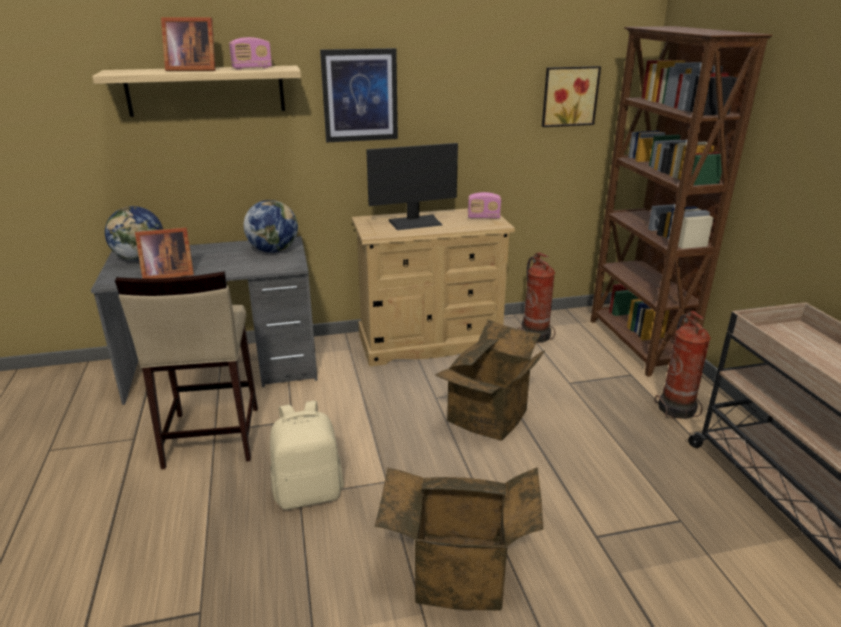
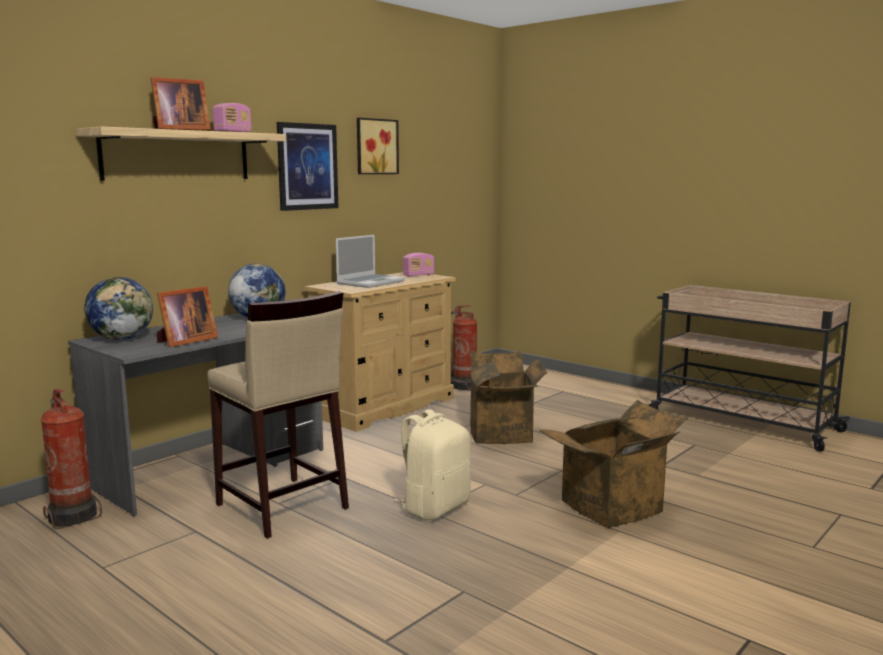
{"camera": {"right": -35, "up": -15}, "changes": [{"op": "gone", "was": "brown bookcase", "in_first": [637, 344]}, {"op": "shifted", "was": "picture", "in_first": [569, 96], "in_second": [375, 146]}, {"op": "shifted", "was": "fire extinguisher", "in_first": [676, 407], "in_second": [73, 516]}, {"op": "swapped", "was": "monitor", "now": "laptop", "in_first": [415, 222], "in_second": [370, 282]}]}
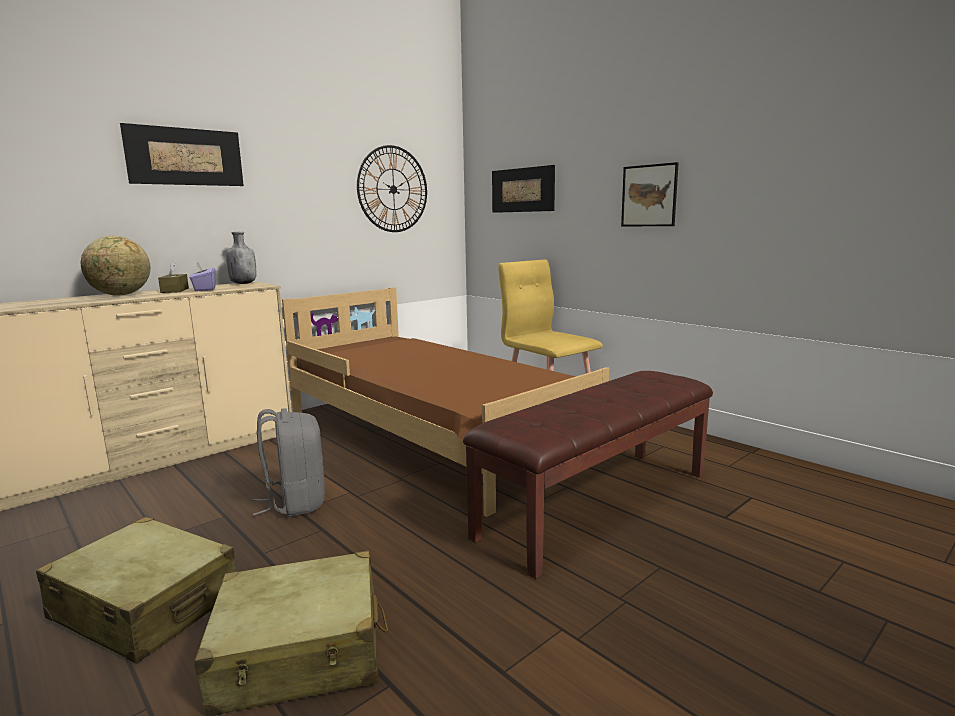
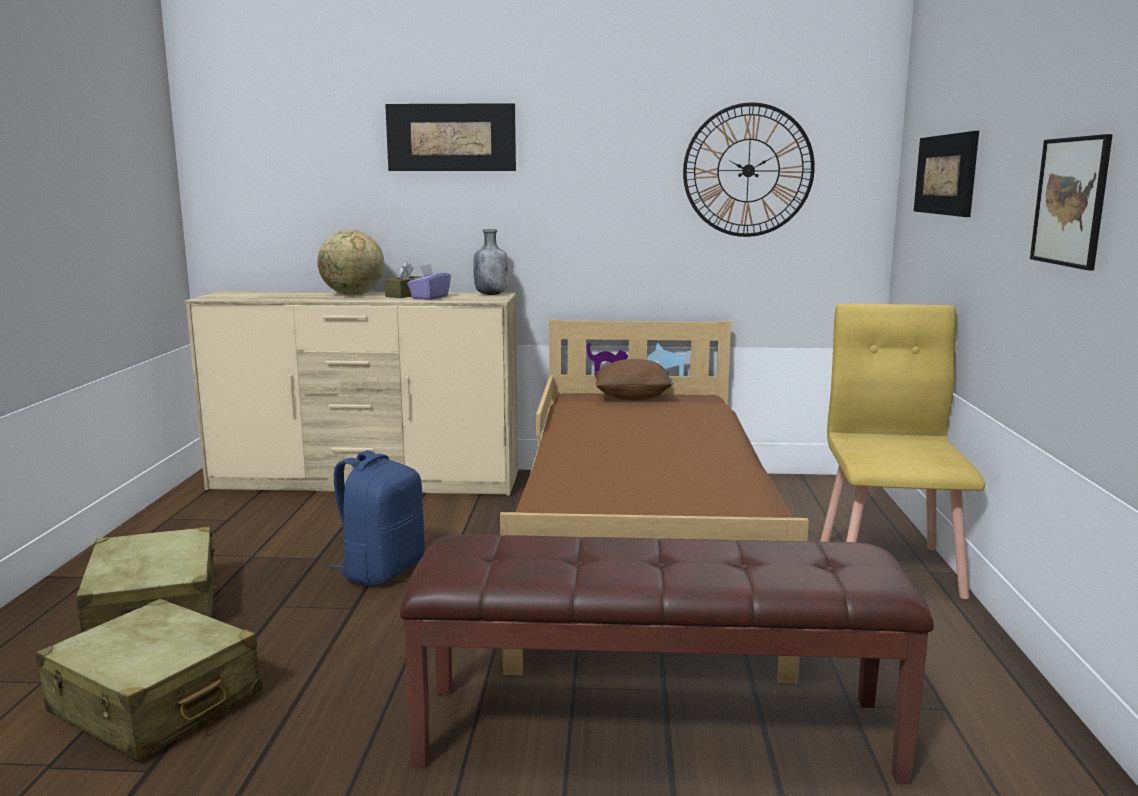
{"camera": {"right": 45, "up": 0}, "changes": [{"op": "new", "now": "brown pillow", "in_second": [633, 398]}, {"op": "repainted", "was": "grey backpack", "now": "blue backpack", "in_first": [295, 503], "in_second": [381, 571]}]}
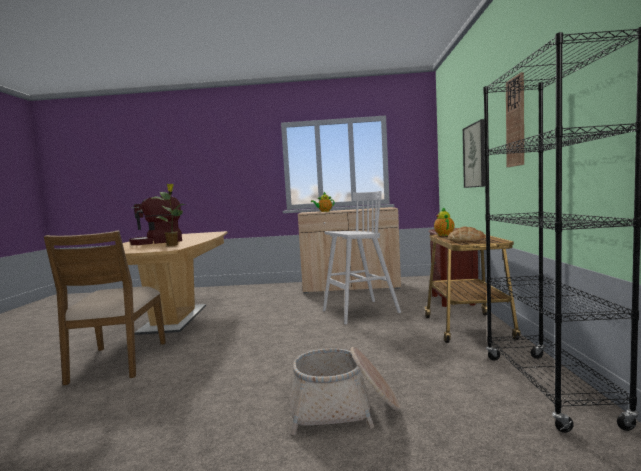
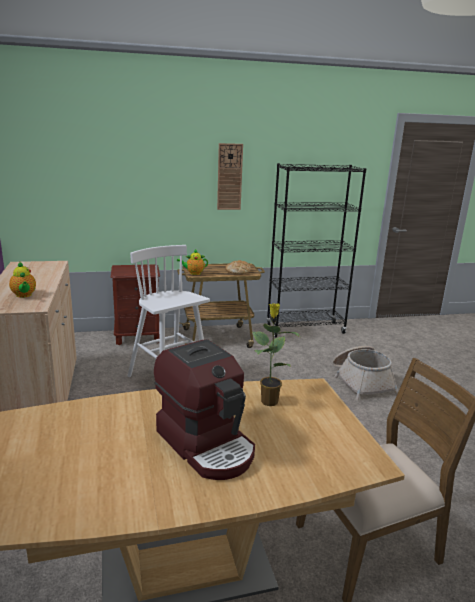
{"camera": {"right": -105, "up": 15}, "changes": [{"op": "gone", "was": "picture", "in_first": [475, 155]}]}
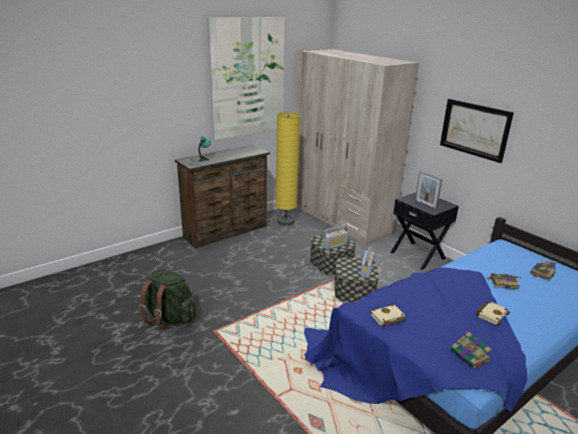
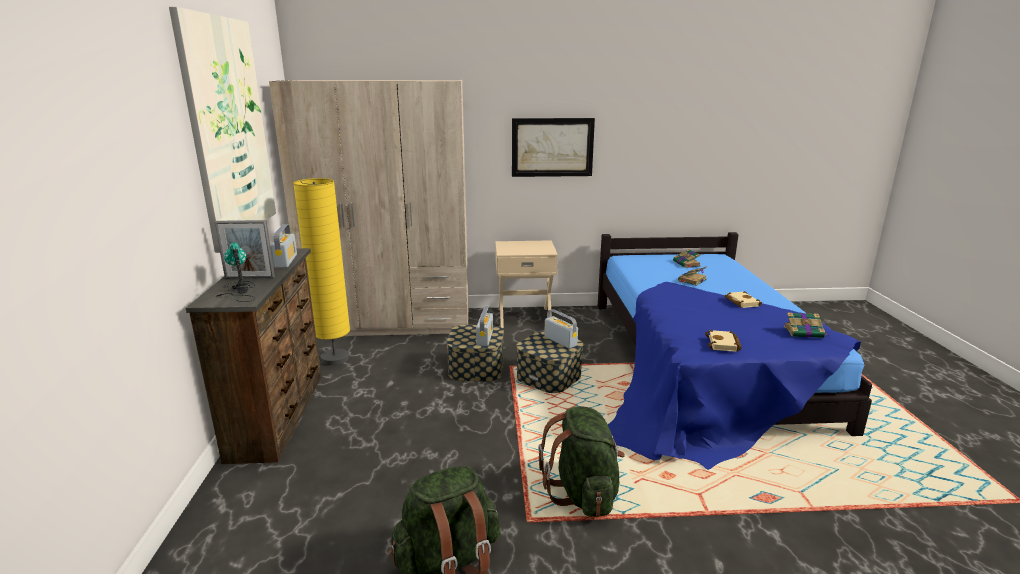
{"camera": {"right": -55, "up": -5}, "changes": [{"op": "new", "now": "radio", "in_second": [285, 261]}, {"op": "new", "now": "green backpack", "in_second": [583, 493]}, {"op": "shifted", "was": "picture frame", "in_first": [425, 204], "in_second": [250, 278]}, {"op": "repainted", "was": "black nightstand", "now": "beige nightstand", "in_first": [418, 255], "in_second": [524, 317]}]}
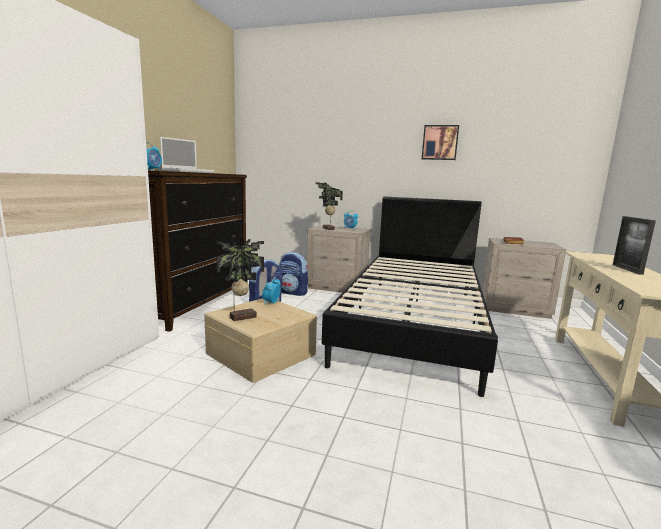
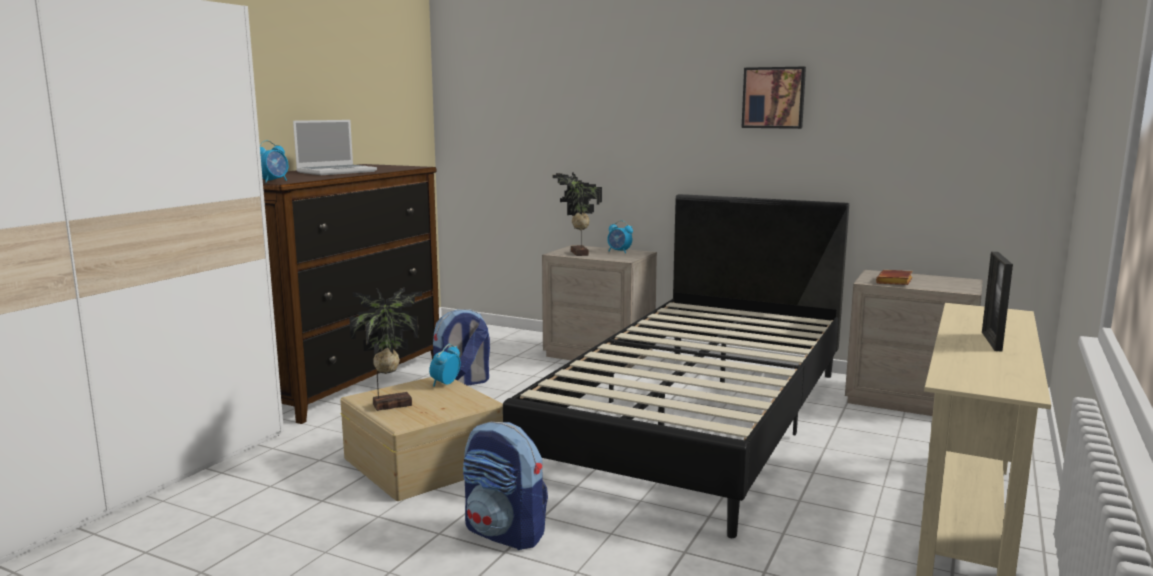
{"camera": {"right": 10, "up": 0}, "changes": [{"op": "shifted", "was": "backpack", "in_first": [293, 292], "in_second": [505, 533]}]}
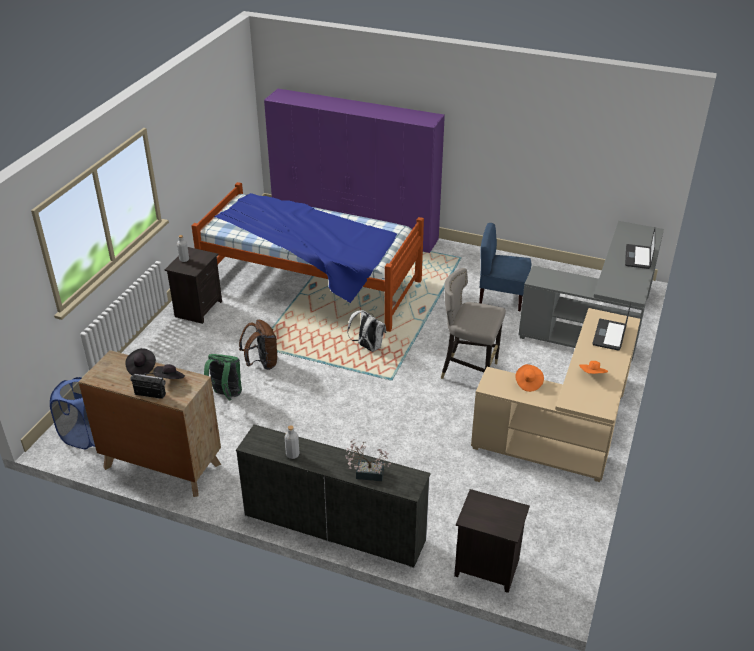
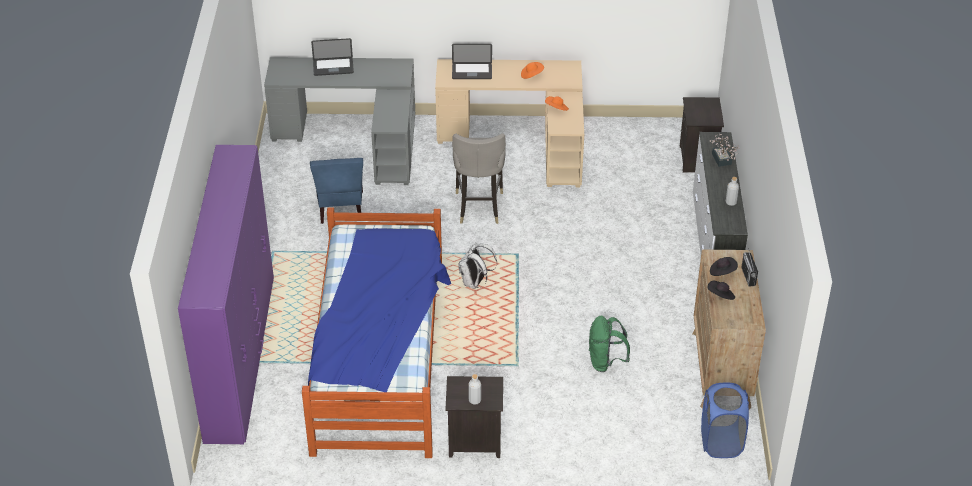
{"camera": {"right": -110, "up": 5}, "changes": [{"op": "gone", "was": "brown backpack", "in_first": [262, 363]}]}
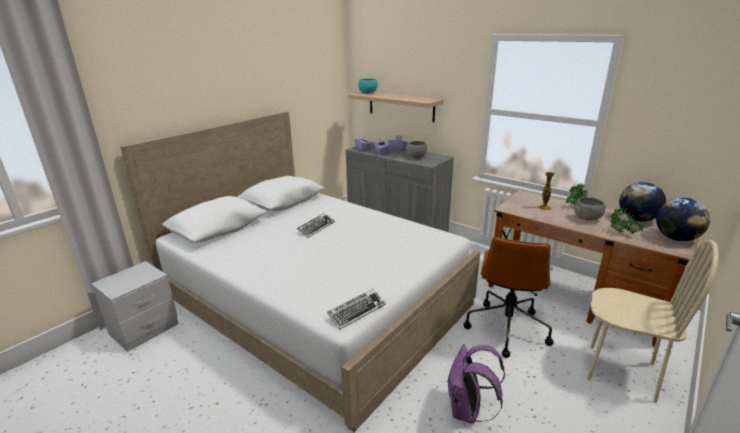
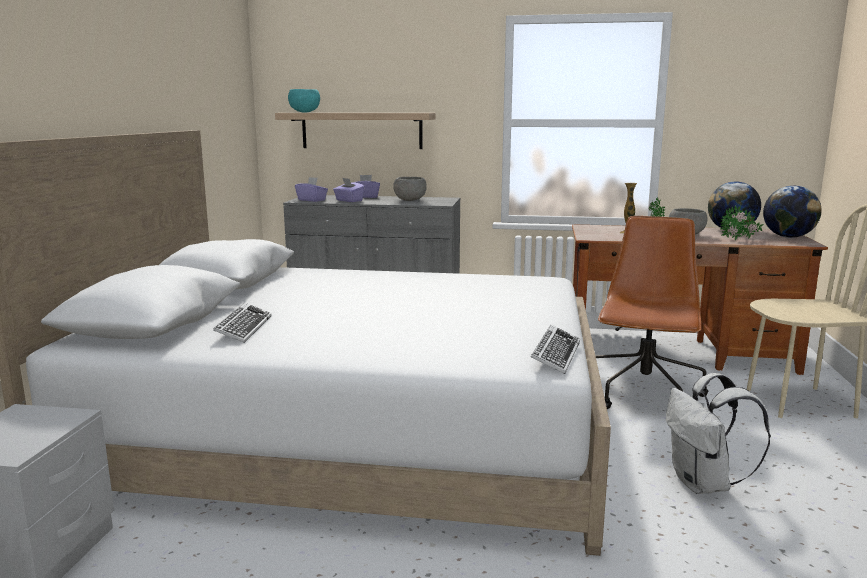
{"camera": {"right": -30, "up": -10}, "changes": [{"op": "shifted", "was": "keyboard", "in_first": [316, 227], "in_second": [243, 328]}, {"op": "repainted", "was": "purple backpack", "now": "white backpack", "in_first": [468, 411], "in_second": [704, 484]}, {"op": "rotated", "was": "brown office chair", "in_first": [506, 328], "in_second": [644, 395], "clockwise": -150}]}
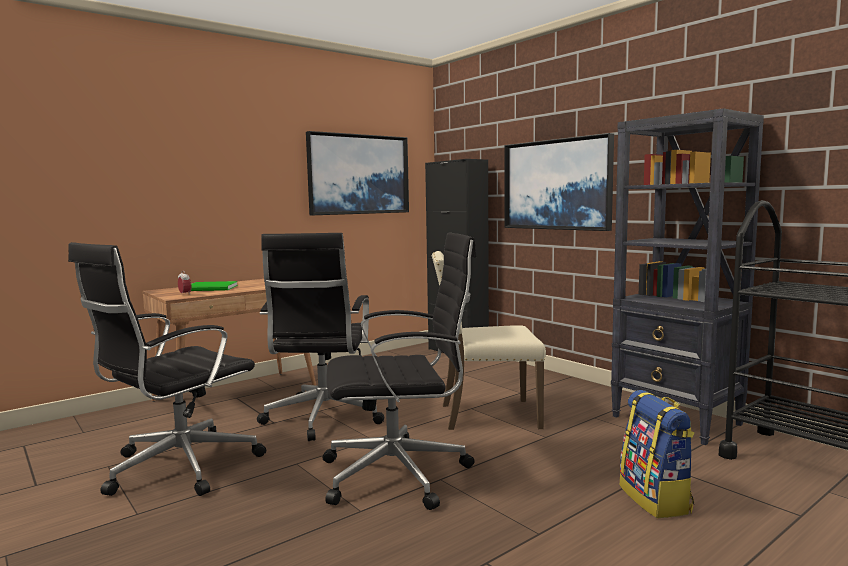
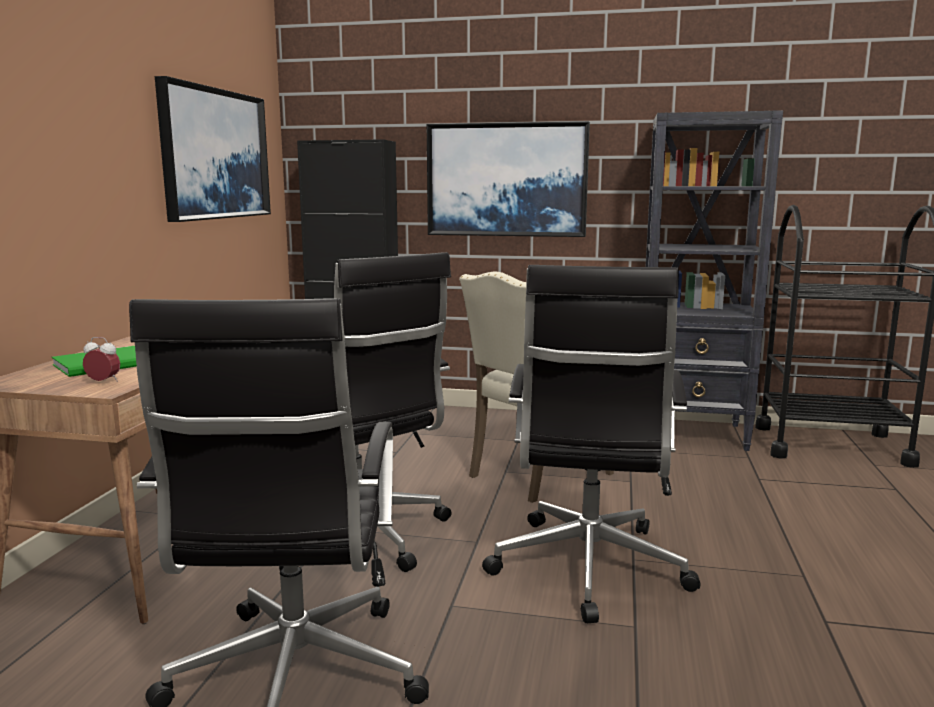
{"camera": {"right": -40, "up": 5}, "changes": [{"op": "gone", "was": "backpack", "in_first": [656, 499]}, {"op": "rotated", "was": "black office chair", "in_first": [400, 474], "in_second": [587, 569], "clockwise": 150}]}
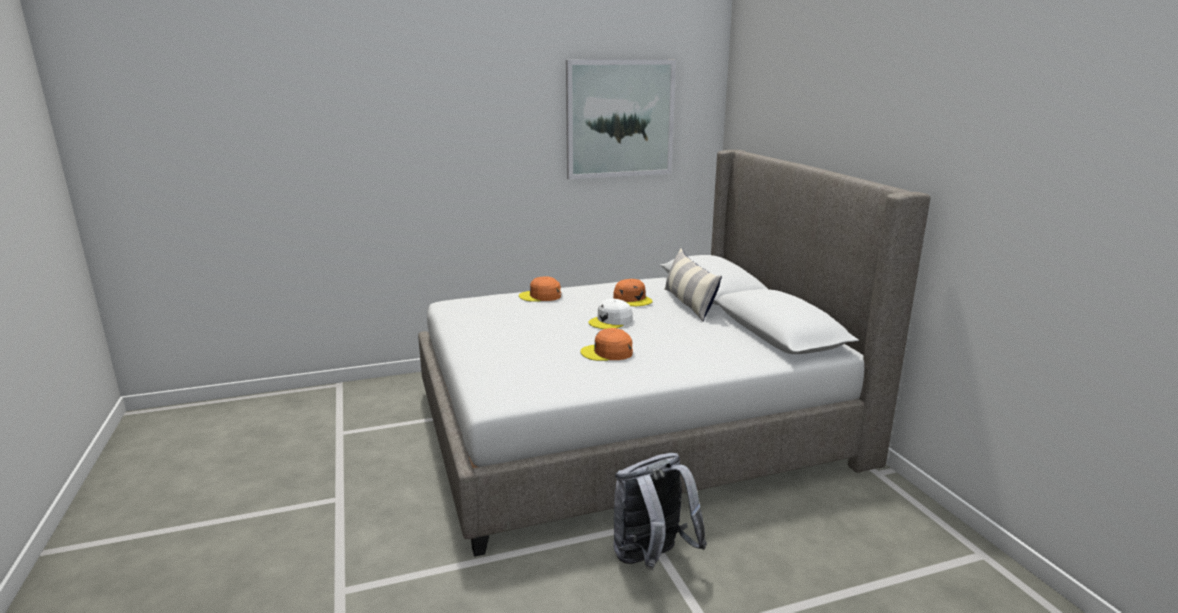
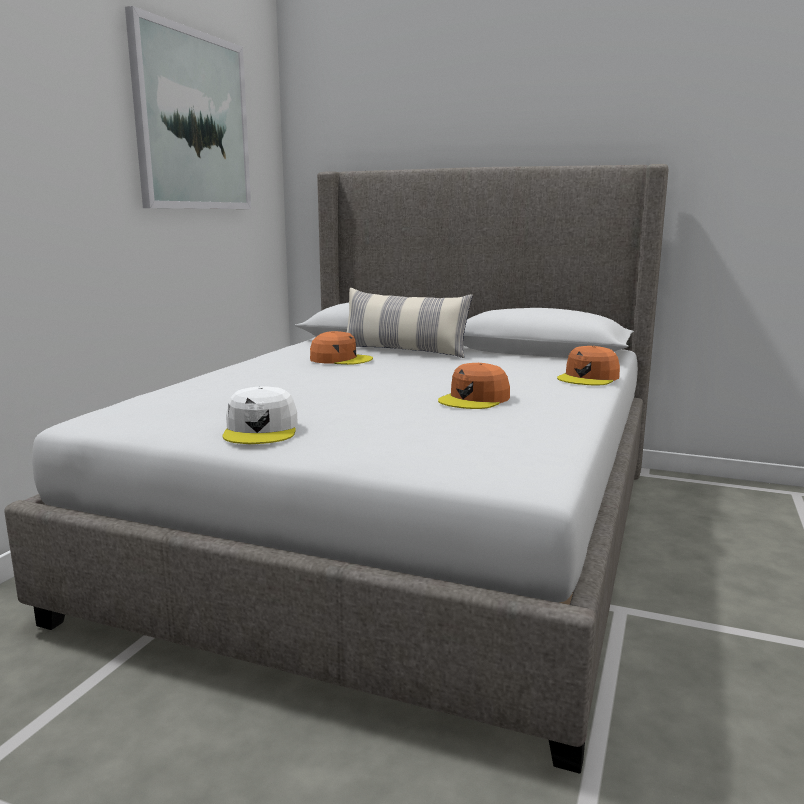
{"camera": {"right": -50, "up": -5}, "changes": [{"op": "gone", "was": "grey backpack", "in_first": [652, 559]}, {"op": "shifted", "was": "orange cap", "in_first": [540, 296], "in_second": [589, 378]}, {"op": "shifted", "was": "white cap", "in_first": [611, 321], "in_second": [261, 430]}]}
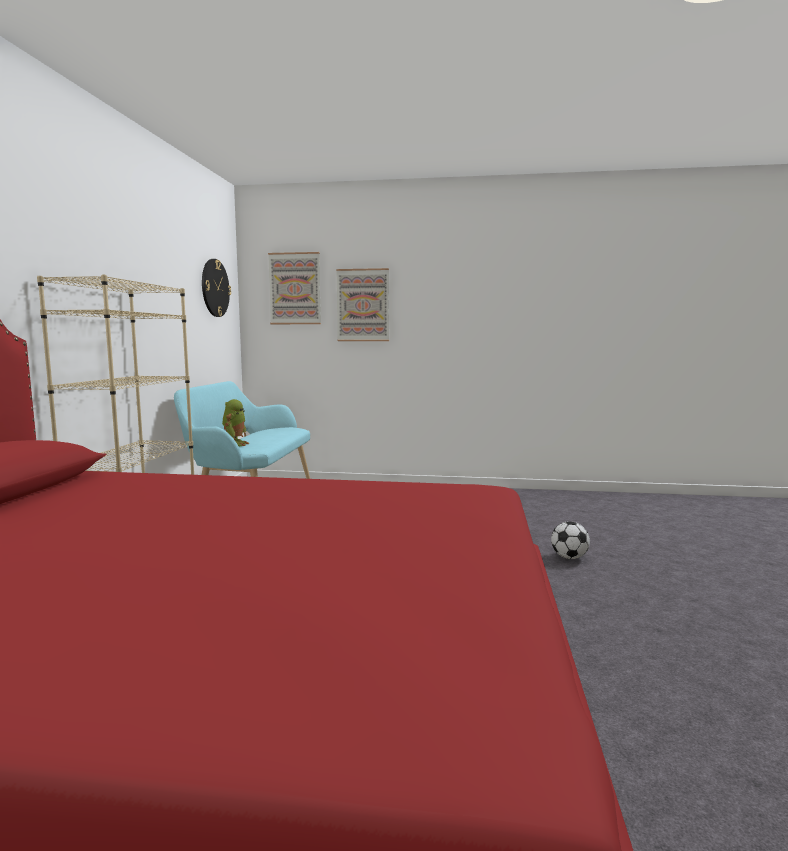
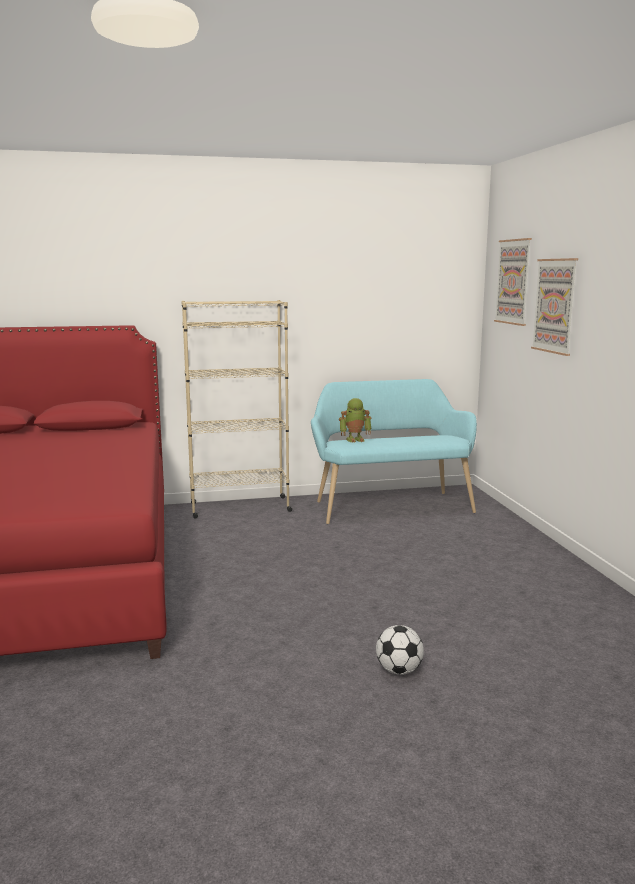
{"camera": {"right": 70, "up": 5}, "changes": [{"op": "gone", "was": "wall clock", "in_first": [215, 288]}]}
